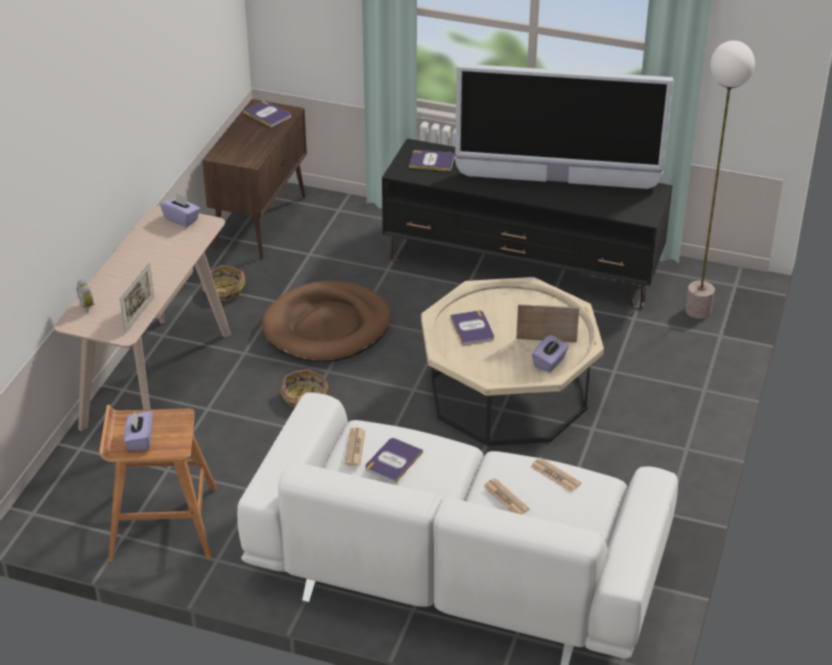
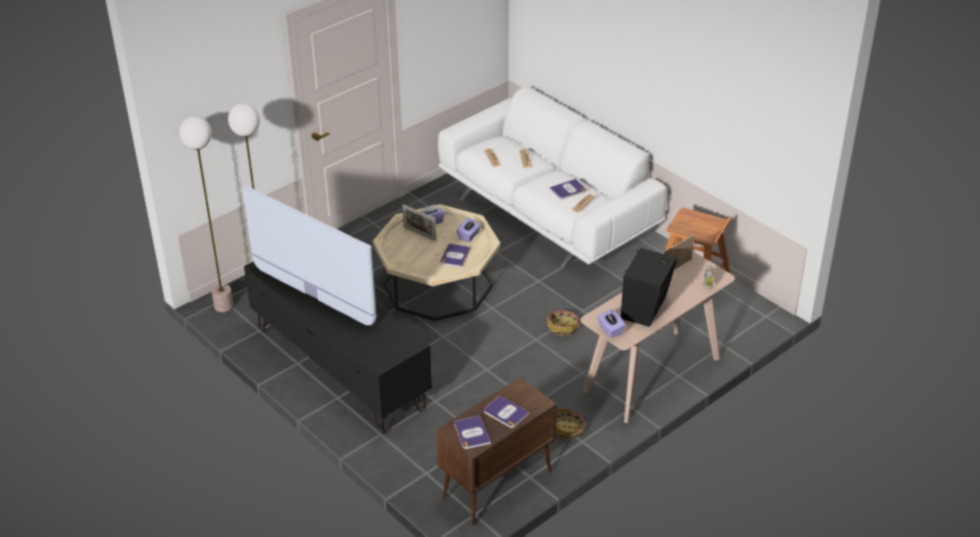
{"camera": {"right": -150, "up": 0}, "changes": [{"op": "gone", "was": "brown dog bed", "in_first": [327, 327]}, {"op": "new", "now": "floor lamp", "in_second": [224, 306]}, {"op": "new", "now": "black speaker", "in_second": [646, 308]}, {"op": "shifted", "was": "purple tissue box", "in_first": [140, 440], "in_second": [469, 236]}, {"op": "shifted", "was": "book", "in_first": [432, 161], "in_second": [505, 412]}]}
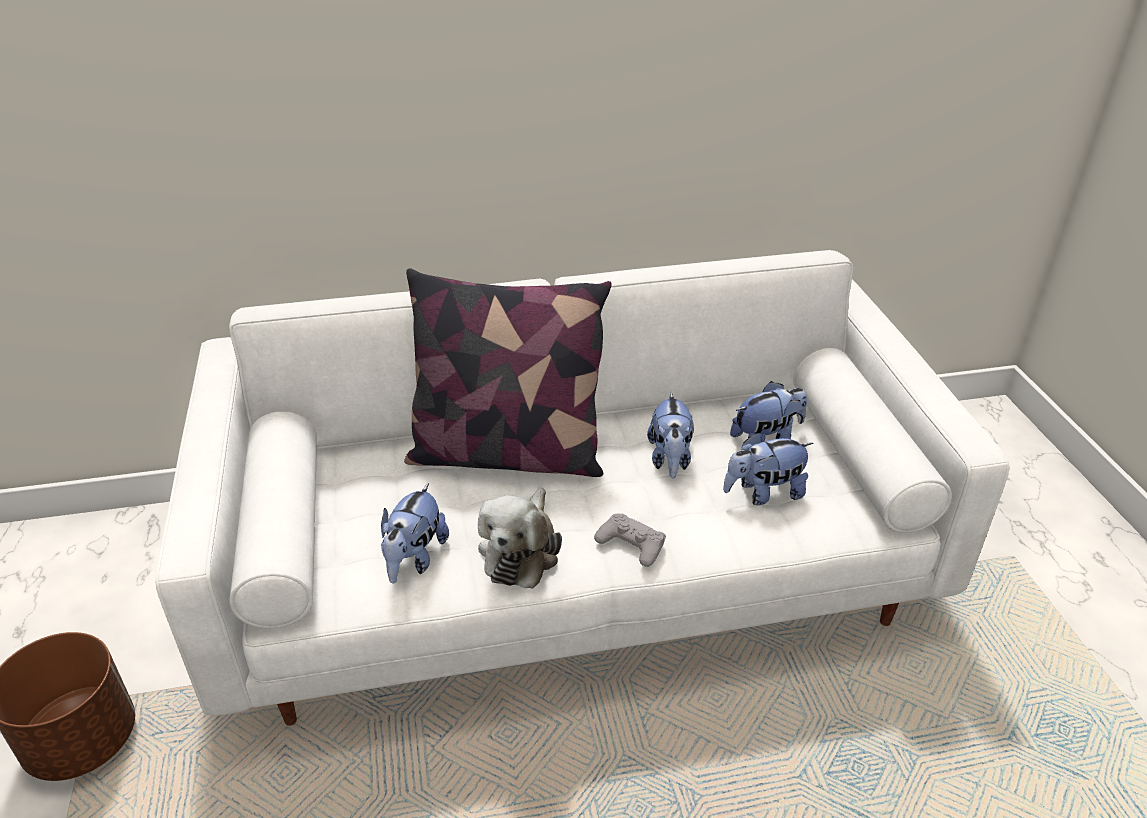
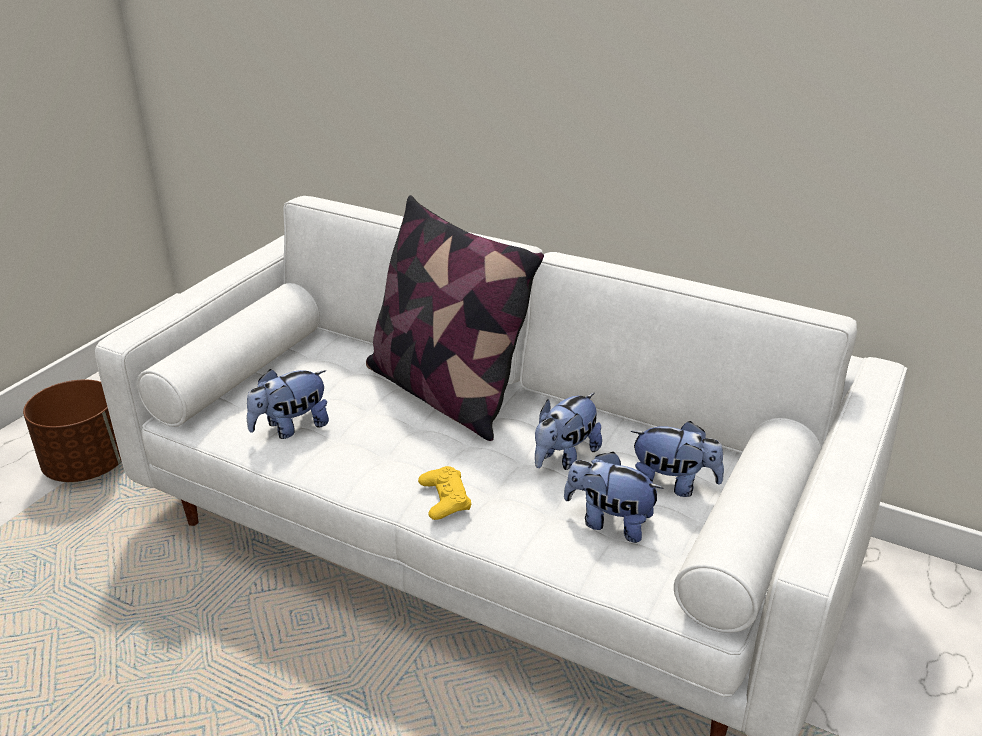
{"camera": {"right": 40, "up": -5}, "changes": [{"op": "gone", "was": "plush toy", "in_first": [521, 551]}, {"op": "repainted", "was": "grey game controller", "now": "yellow game controller", "in_first": [631, 544], "in_second": [444, 498]}]}
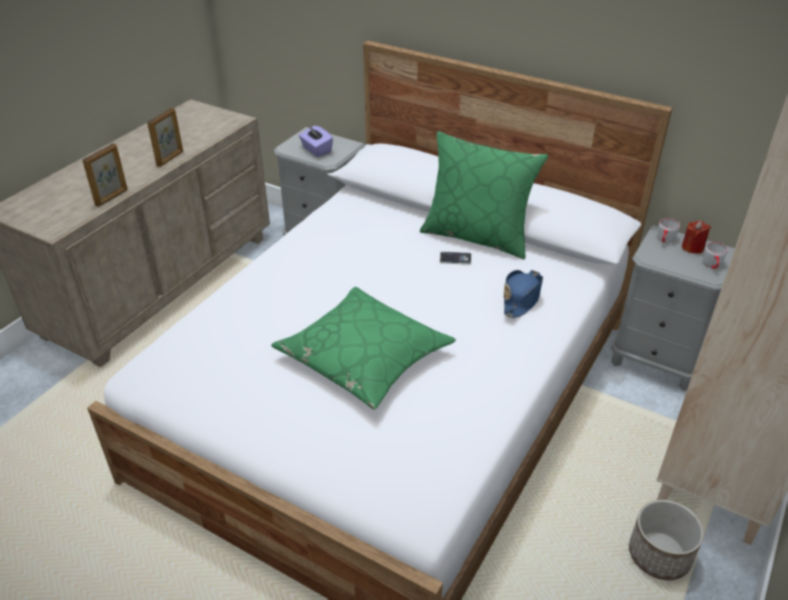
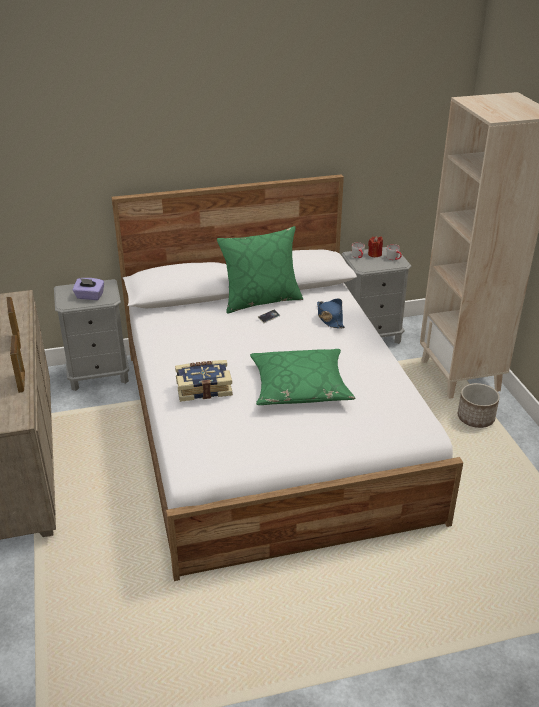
{"camera": {"right": -45, "up": -5}, "changes": [{"op": "new", "now": "book", "in_second": [203, 387]}]}
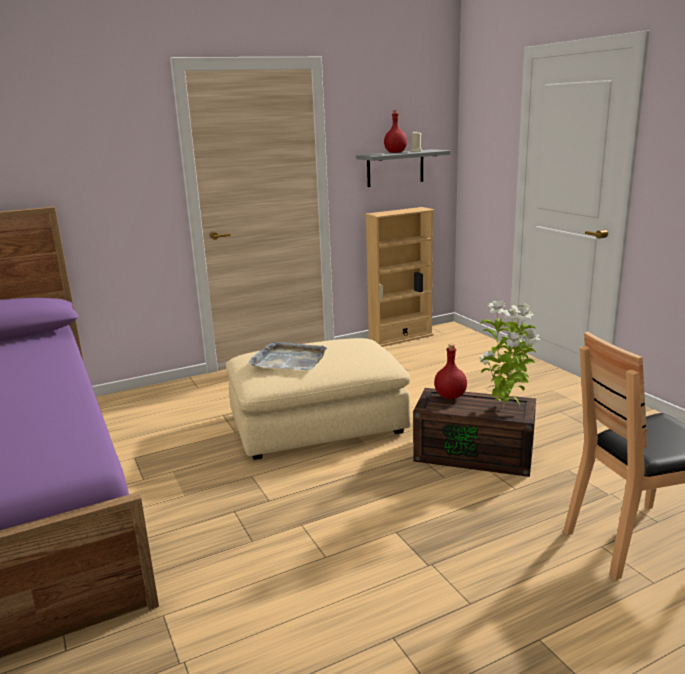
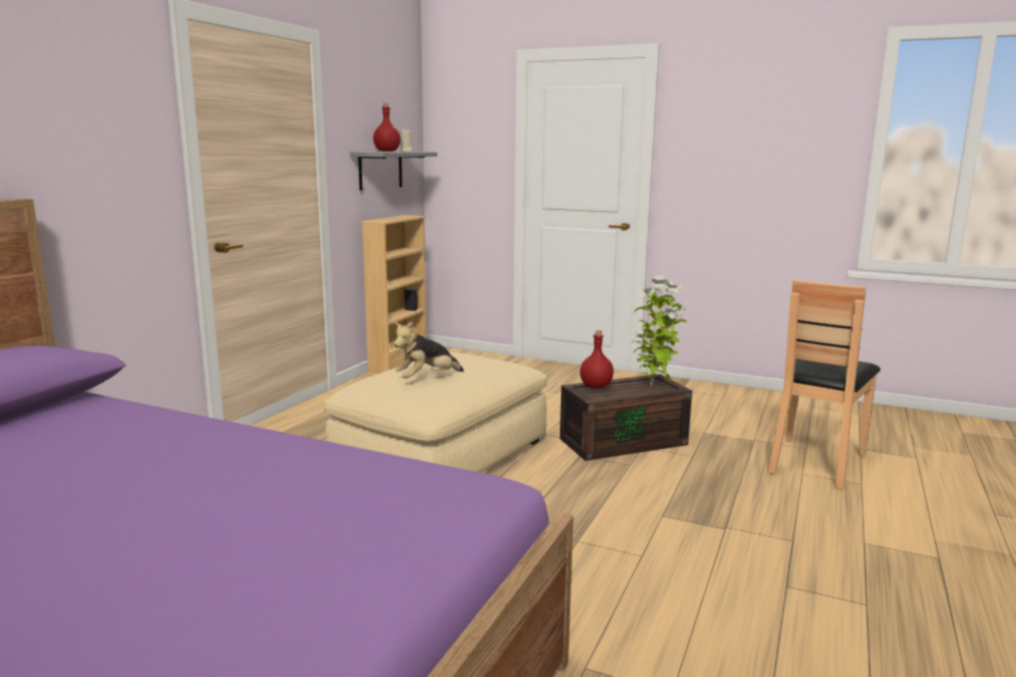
{"camera": {"right": -40, "up": -5}, "changes": [{"op": "swapped", "was": "grey tray", "now": "plush toy", "in_first": [289, 360], "in_second": [427, 379]}]}
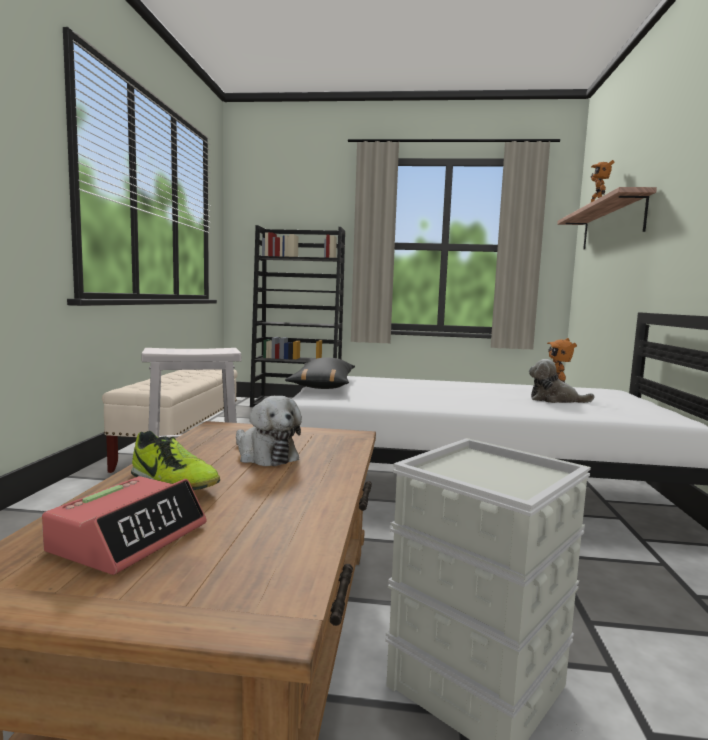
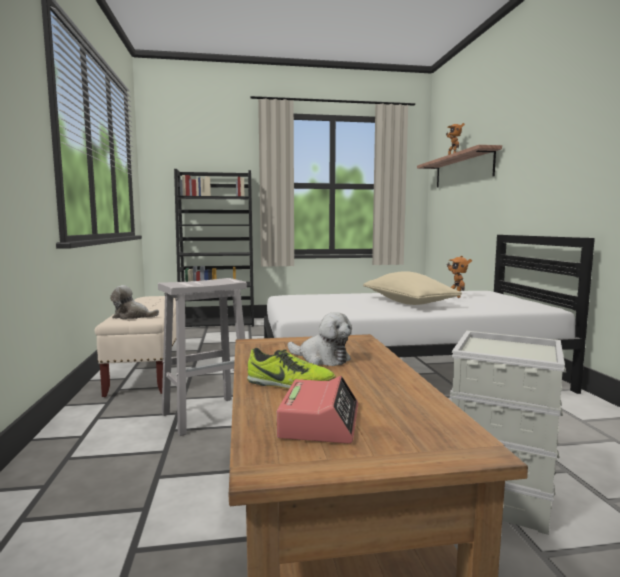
{"camera": {"right": -15, "up": 0}, "changes": [{"op": "gone", "was": "black pillow", "in_first": [323, 385]}, {"op": "new", "now": "beige pillow", "in_second": [408, 303]}, {"op": "shifted", "was": "plush toy", "in_first": [554, 400], "in_second": [132, 316]}]}
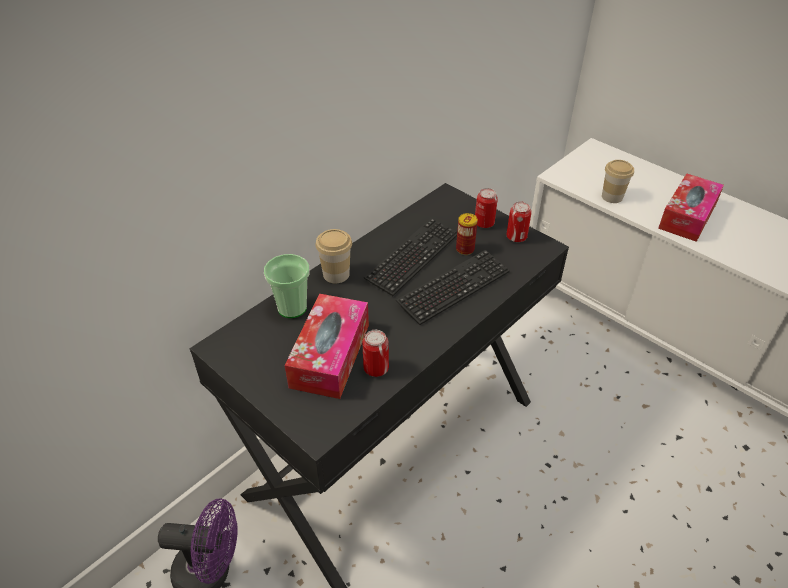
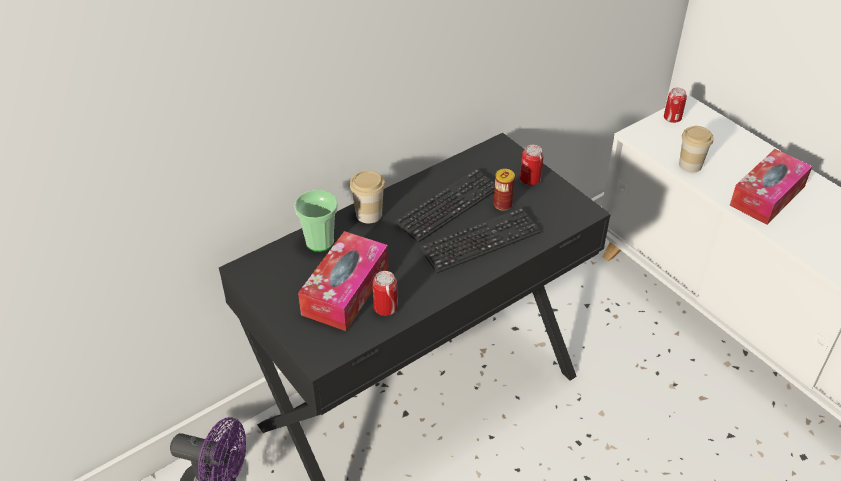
{"camera": {"right": 10, "up": 0}, "changes": [{"op": "shifted", "was": "can", "in_first": [516, 237], "in_second": [672, 118]}]}
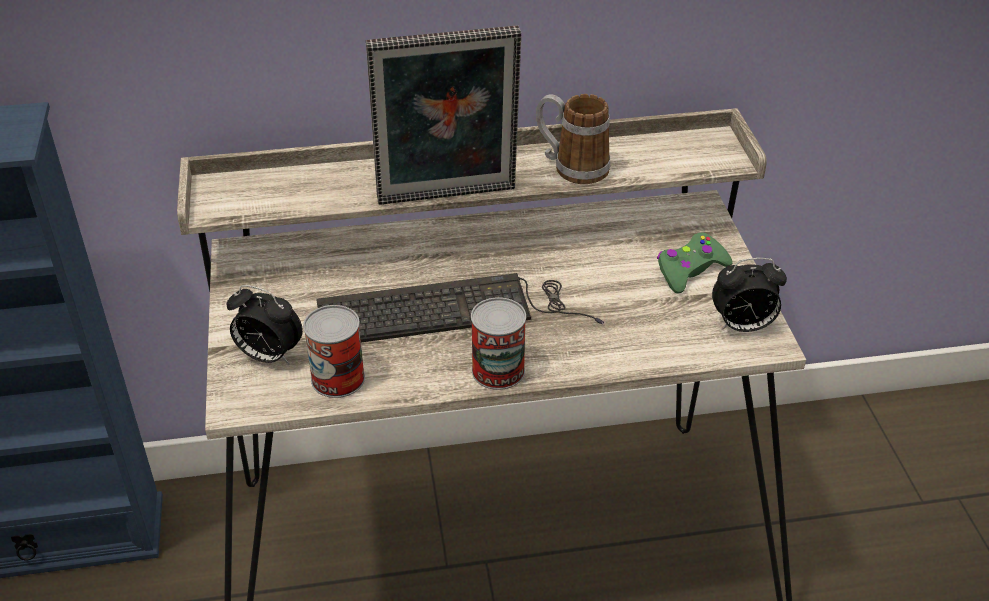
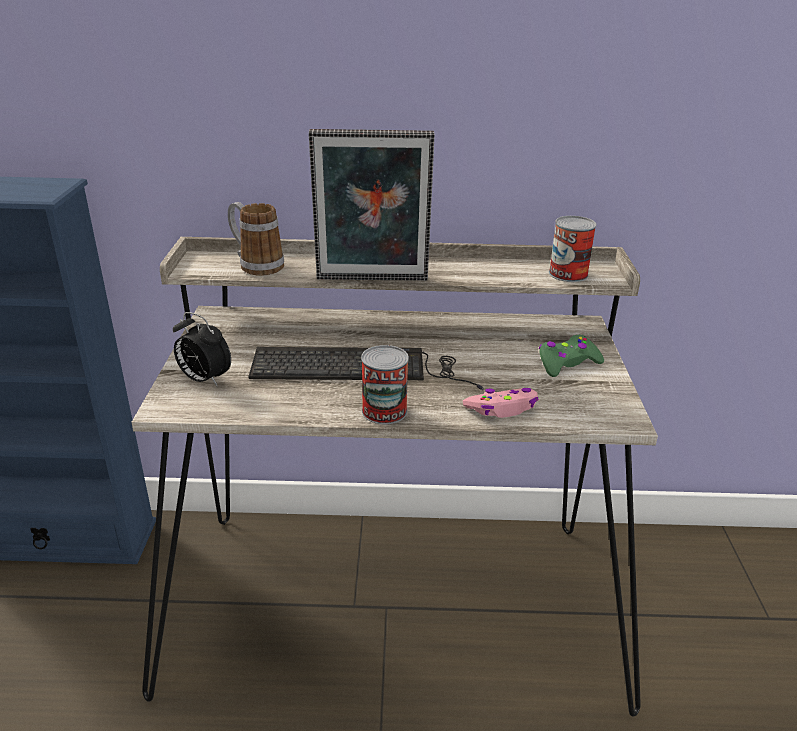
{"camera": {"right": 10, "up": -10}, "changes": [{"op": "gone", "was": "alarm clock", "in_first": [742, 326]}, {"op": "new", "now": "pink game controller", "in_second": [502, 409]}, {"op": "shifted", "was": "can", "in_first": [338, 378], "in_second": [568, 274]}, {"op": "shifted", "was": "mug", "in_first": [571, 167], "in_second": [255, 265]}]}
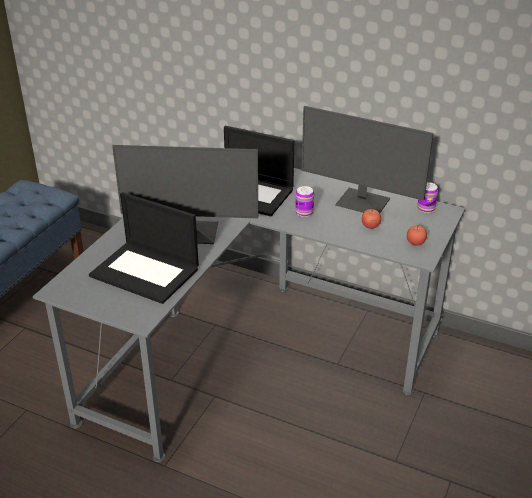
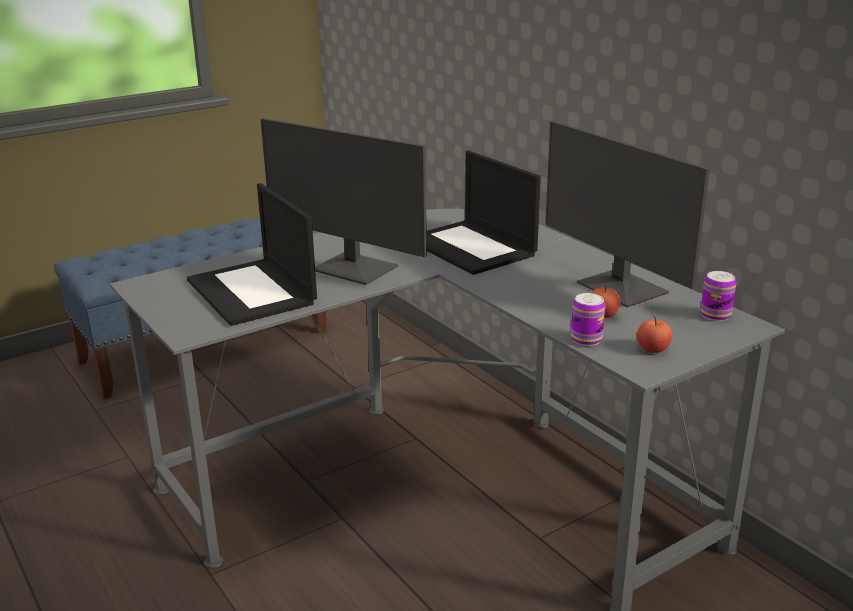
{"camera": {"right": 30, "up": -10}, "changes": [{"op": "shifted", "was": "can", "in_first": [304, 212], "in_second": [586, 339]}]}
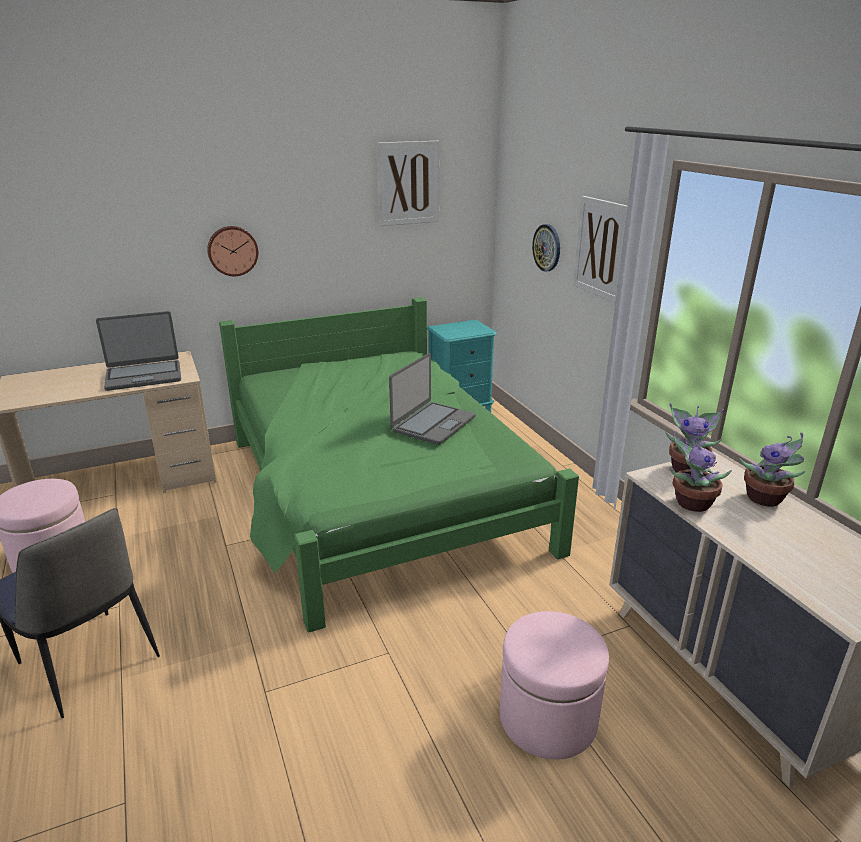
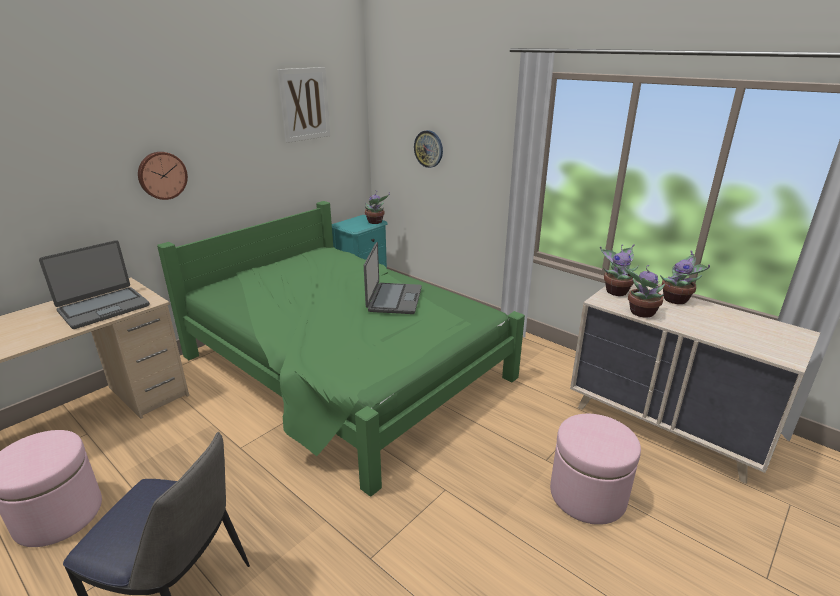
{"camera": {"right": -25, "up": 0}, "changes": [{"op": "gone", "was": "picture", "in_first": [602, 248]}, {"op": "new", "now": "potted plant", "in_second": [375, 222]}]}
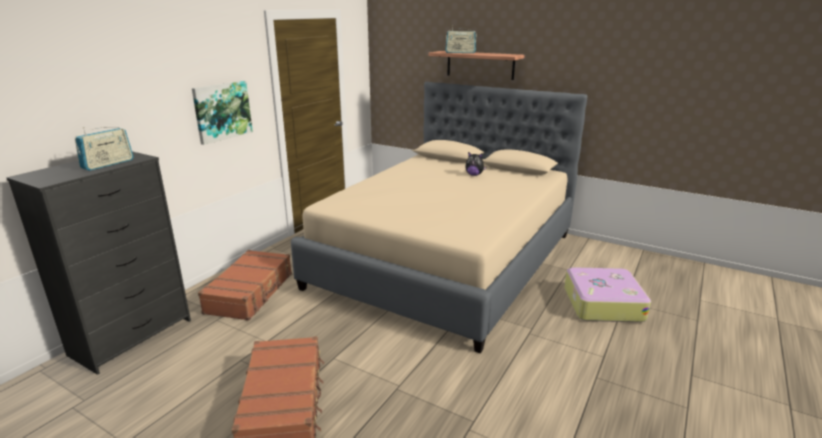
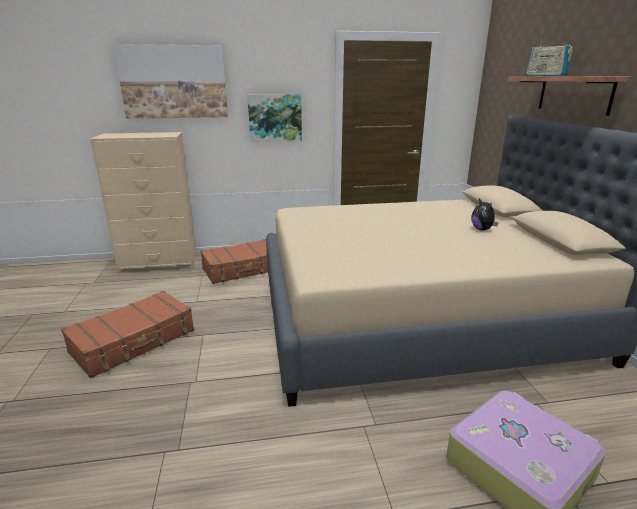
{"camera": {"right": 50, "up": 0}, "changes": [{"op": "gone", "was": "radio", "in_first": [108, 164]}, {"op": "new", "now": "picture", "in_second": [174, 82]}, {"op": "repainted", "was": "black dresser", "now": "beige dresser", "in_first": [133, 336], "in_second": [160, 263]}]}
